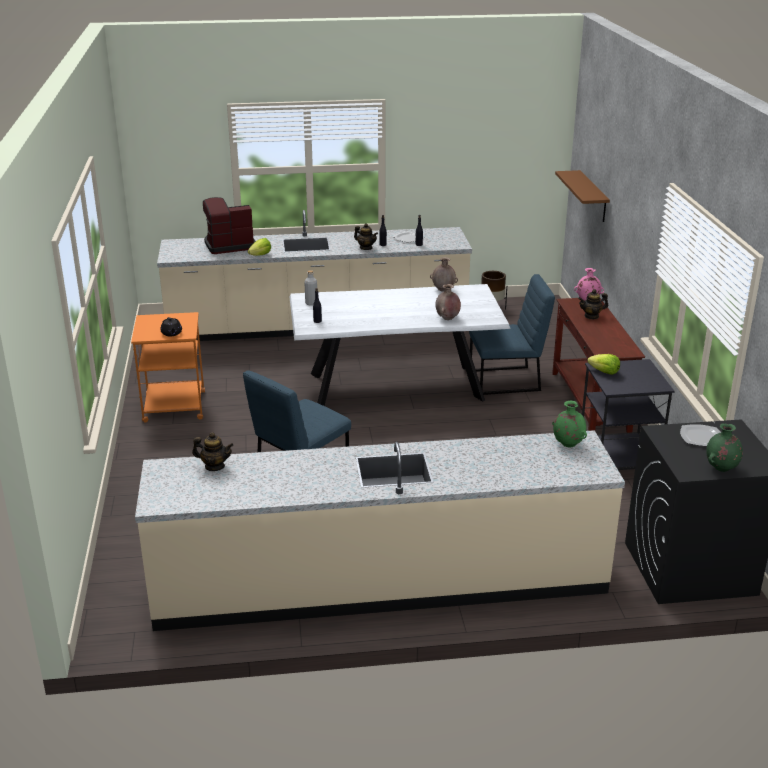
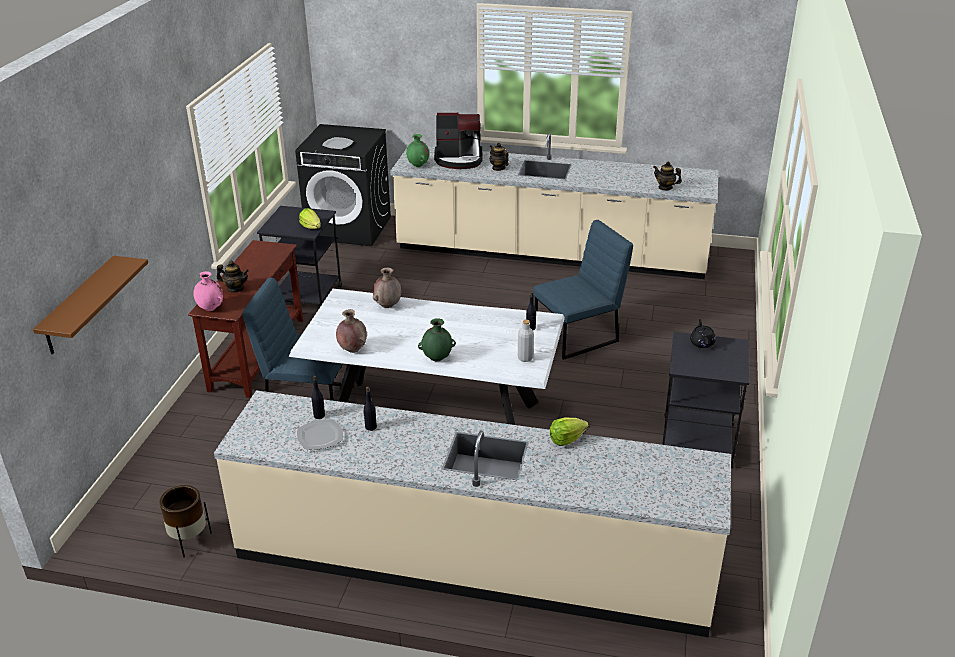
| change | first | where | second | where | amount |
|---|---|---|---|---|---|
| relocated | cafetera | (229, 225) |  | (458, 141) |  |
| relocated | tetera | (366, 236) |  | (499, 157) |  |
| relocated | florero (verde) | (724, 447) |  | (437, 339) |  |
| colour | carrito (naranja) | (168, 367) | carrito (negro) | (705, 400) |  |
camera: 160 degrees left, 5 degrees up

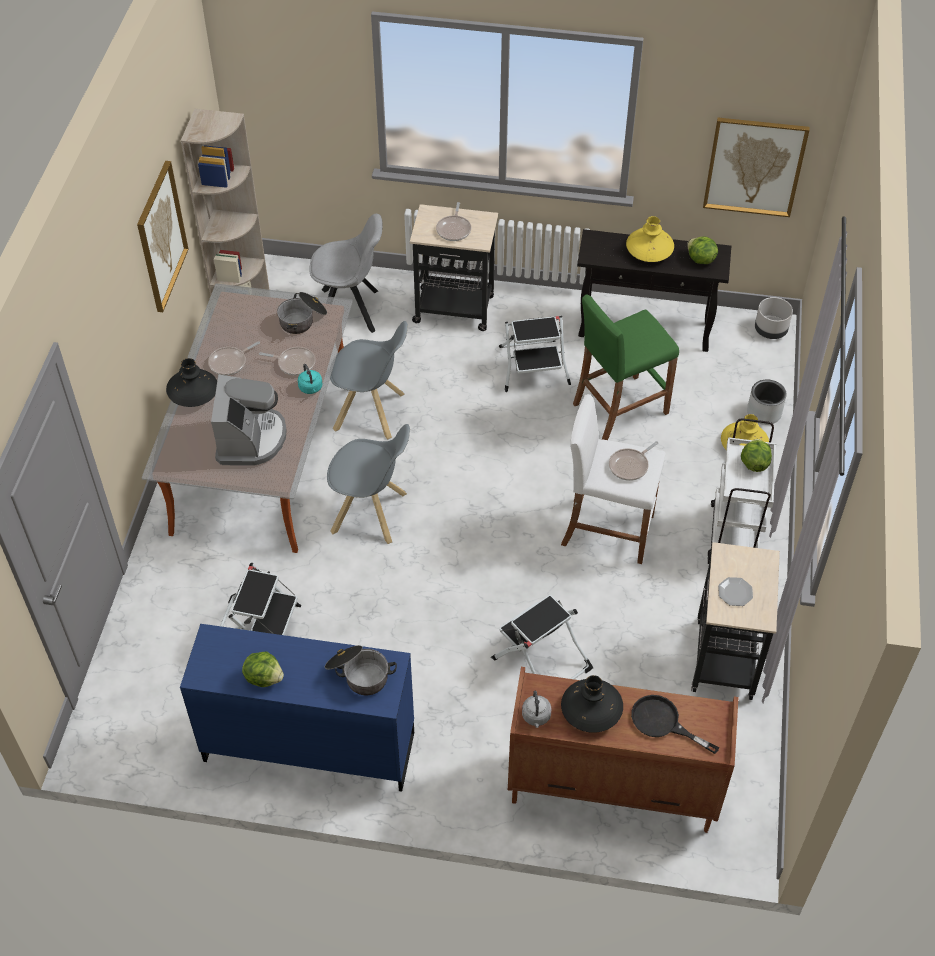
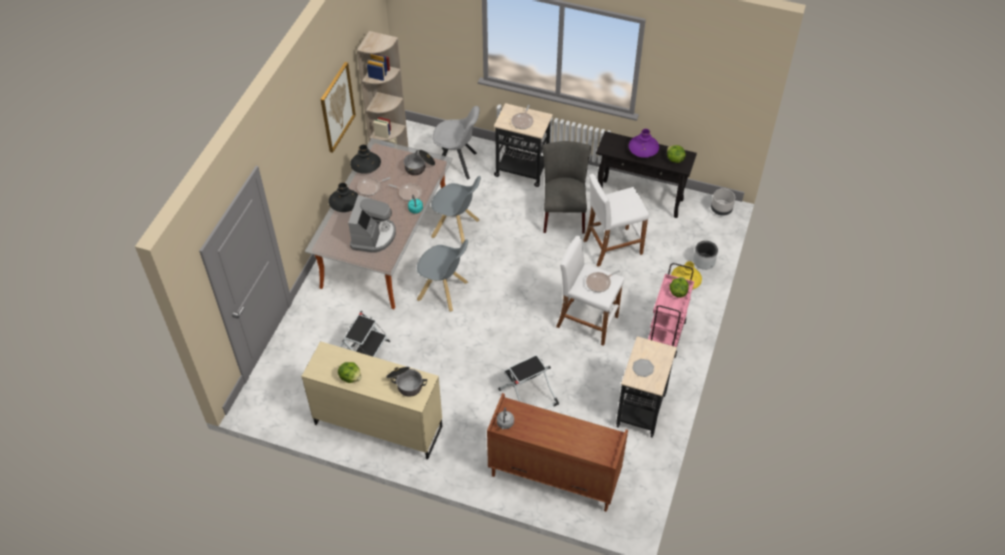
| change | first | where | second | where | amount |
|---|---|---|---|---|---|
| missing | sartén (negro) | (675, 724) |  |  |  |
| missing | cuadro | (756, 167) |  |  |  |
| relocated | florero (negro) | (592, 704) |  | (365, 159) |  |
| exchanged | escalera de tijera | (535, 354) | silla (gris) | (566, 187) |  |
| colour | cómoda (azul) | (297, 708) | cómoda (beis) | (371, 400) |  |
| colour | taburete (verde) | (626, 367) | taburete (blanco) | (616, 220) |  |
| colour | florero (amarillo) | (650, 239) | florero (morado) | (644, 143) |  |
| colour | carrito (blanco) | (741, 491) | carrito (rosa) | (671, 310) |  |
camera: 10 degrees right, 0 degrees up

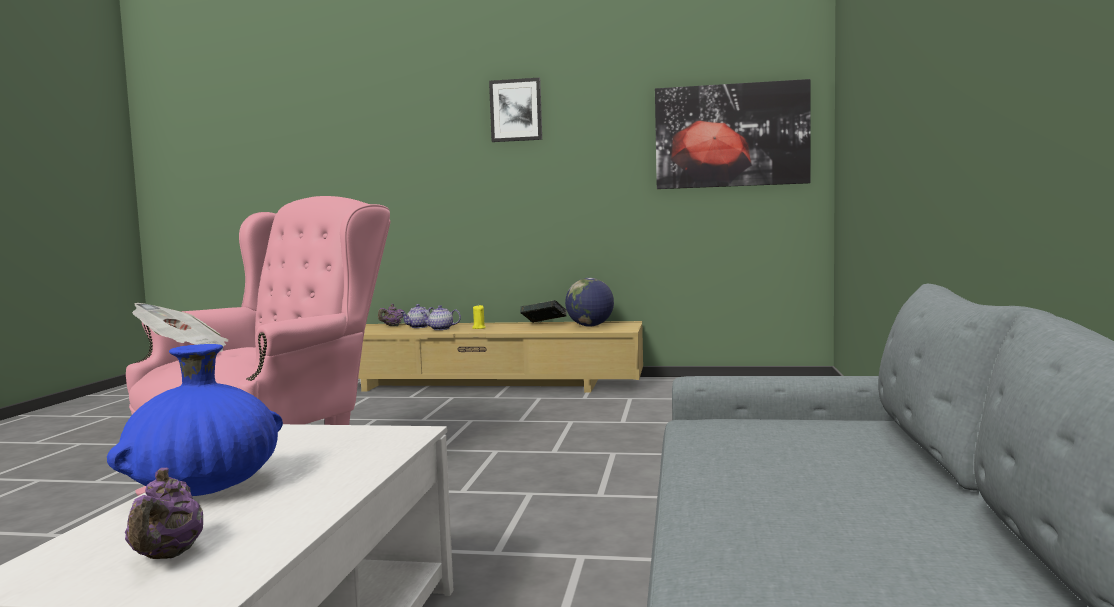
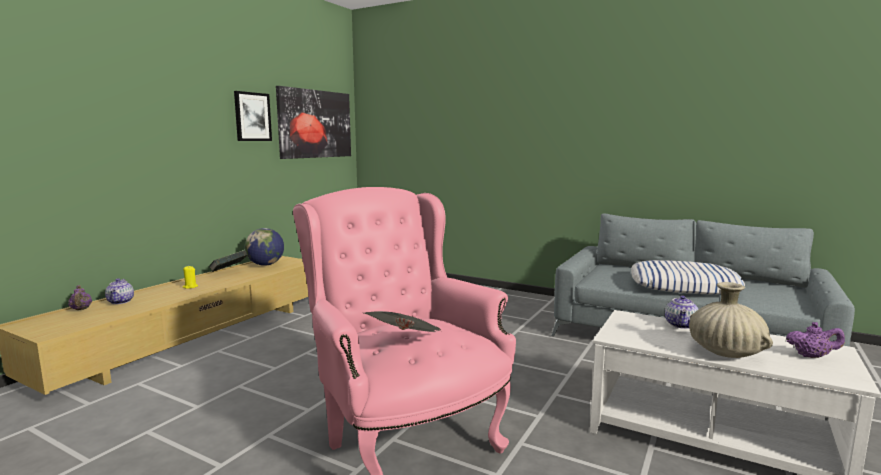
| change | first | where | second | where | amount |
|---|---|---|---|---|---|
| appeared |  |  | cojín | (688, 277) |  |
| relocated | tetera | (440, 317) |  | (682, 312) |  |
| relocated | cuadro | (515, 109) |  | (253, 116) |  |
| colour | florero (azul) | (195, 420) | florero (beis) | (731, 320) |  |
camera: 70 degrees left, 5 degrees up

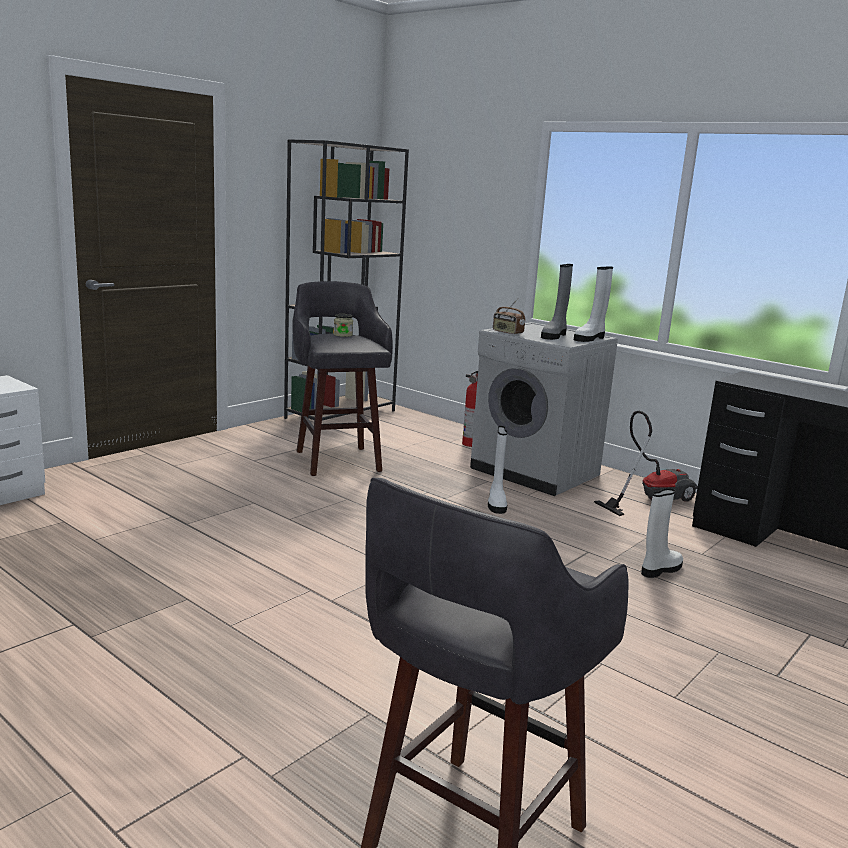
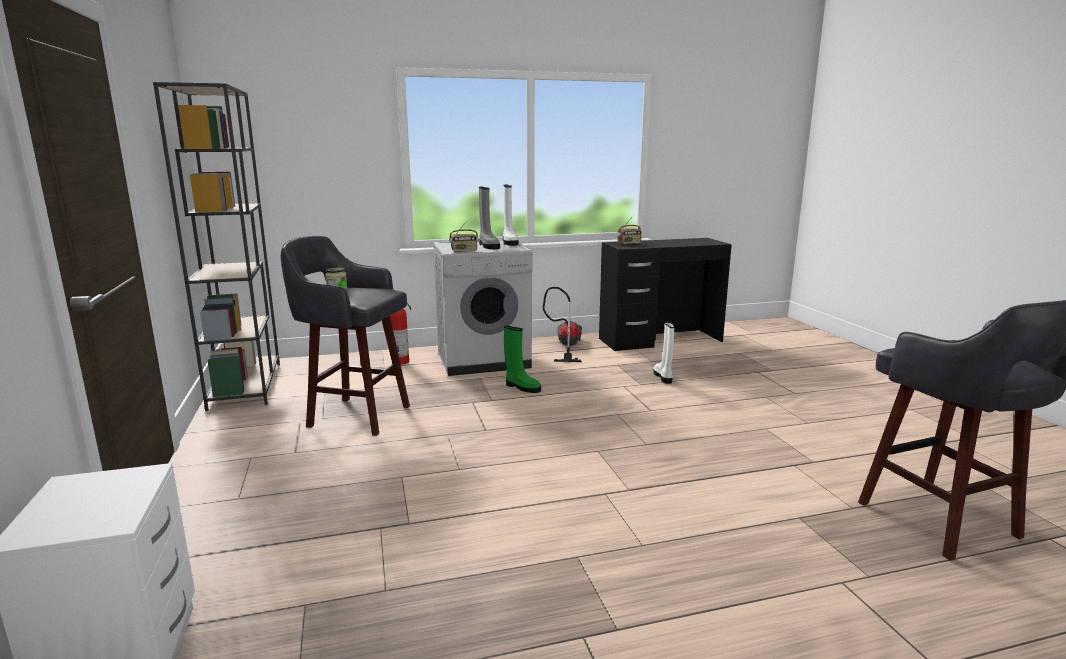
| change | first | where | second | where | amount |
|---|---|---|---|---|---|
| appeared |  |  | radio | (629, 230) |  |
| colour | bota (blanco) | (497, 470) | bota (verde) | (522, 359) |  |
camera: 55 degrees left, 0 degrees up

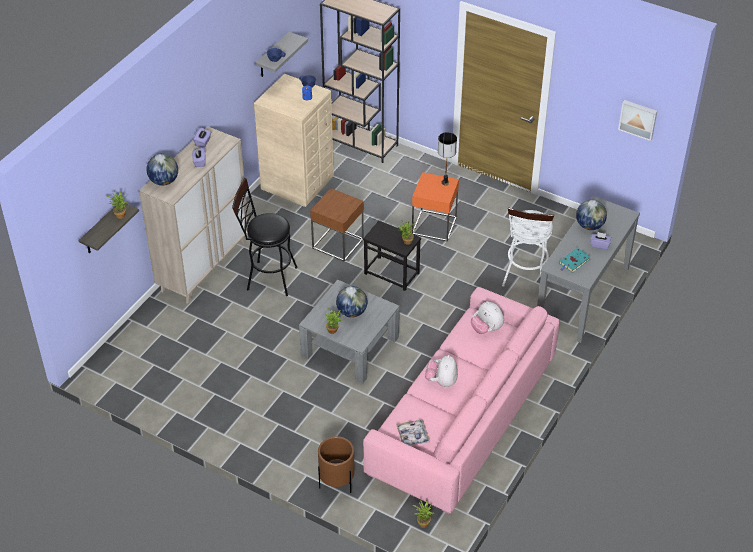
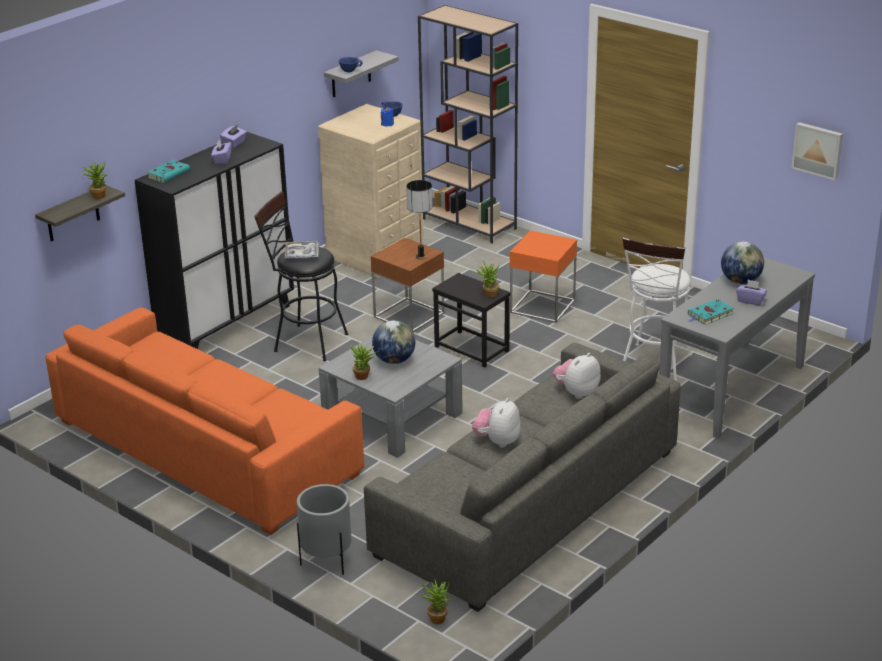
| change | first | where | second | where | amount |
|---|---|---|---|---|---|
| appeared |  |  | sofá (naranja) | (205, 421) |  |
| relocated | bandeja | (413, 432) |  | (302, 249) |  |
| relocated | lámpara de mesa | (447, 159) |  | (419, 220) |  |
| exchanged | globo terráqueo | (162, 170) | libro (turquesa) | (168, 171) |  |
| colour | armario (beis) | (194, 215) | armario (negro) | (214, 240) |  |
| colour | maceta (marrón) | (336, 464) | maceta (gris) | (324, 529) |  |
| colour | sofá (rosa) | (461, 400) | sofá (gris) | (522, 477) |  |
| spun | peluche | (487, 317) |  | (577, 376) | 75 degrees clockwise |
camera: 10 degrees right, 15 degrees down

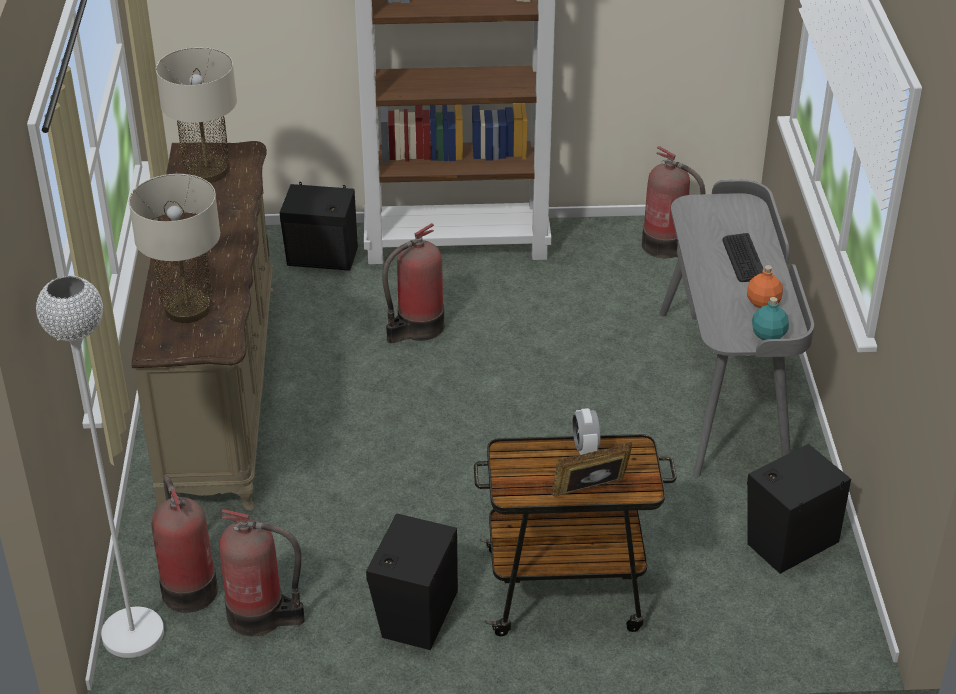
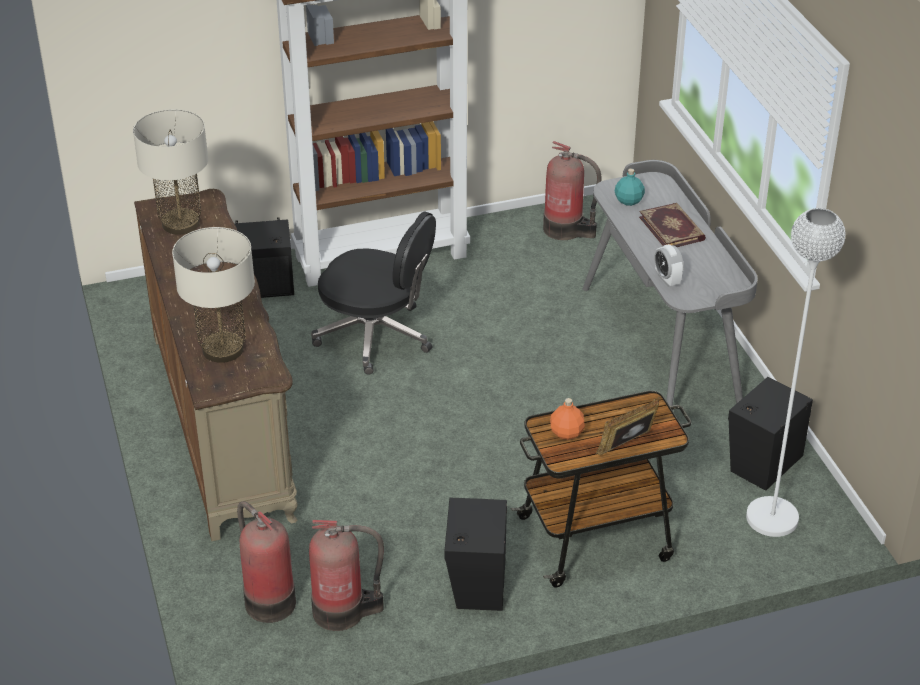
| change | first | where | second | where | amount |
|---|---|---|---|---|---|
| relocated | lámpara de pie (blanco) | (100, 466) |  | (796, 372) |  |
| relocated | despertador | (586, 431) |  | (669, 265) |  |
| relocated | botella (naranja) | (765, 286) |  | (567, 419) |  |
| relocated | botella (turquesa) | (770, 318) |  | (630, 187) |  |
| exchanged | extintor | (413, 283) | silla de oficina (negro) | (373, 293) |  |
| exchanged | teclado | (743, 257) | libro | (672, 225) |  |
camera: 15 degrees left, 0 degrees up

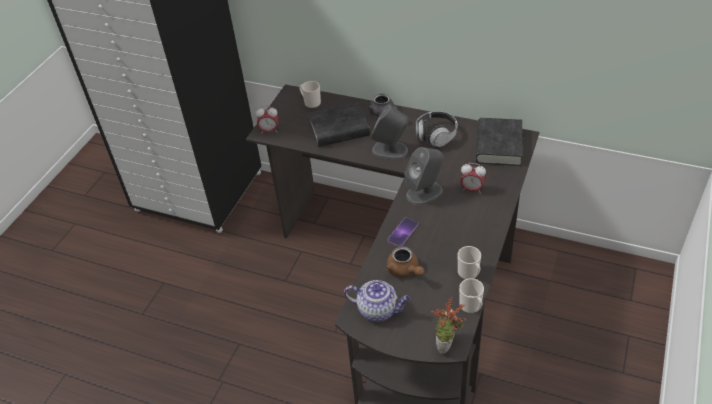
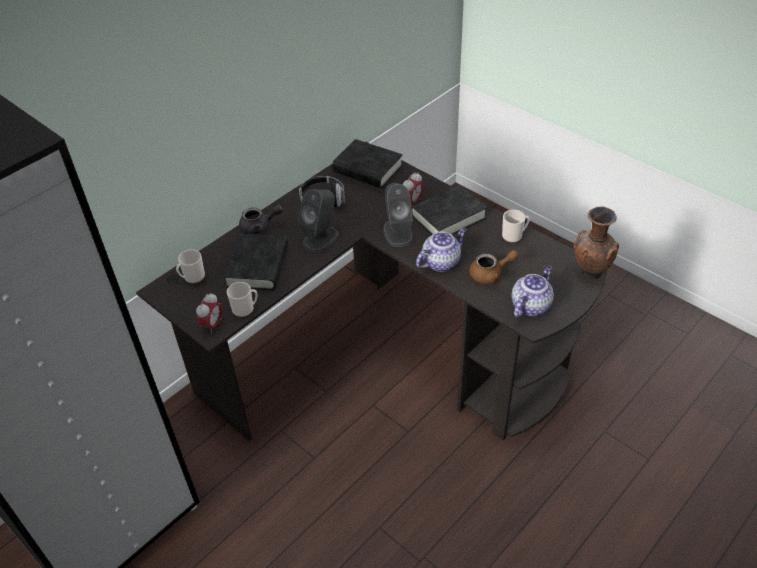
| change | first | where | second | where | amount |
|---|---|---|---|---|---|
| appeared |  |  | libro (negro) | (449, 209) |  |
| relocated | taza grande | (471, 295) |  | (242, 299) |  |
| exchanged | móvil | (403, 232) | tetera | (441, 250) |  |
| exchanged | planta en maceta | (448, 325) | florero (marrón) | (596, 242) |  |
camera: 70 degrees left, 0 degrees up

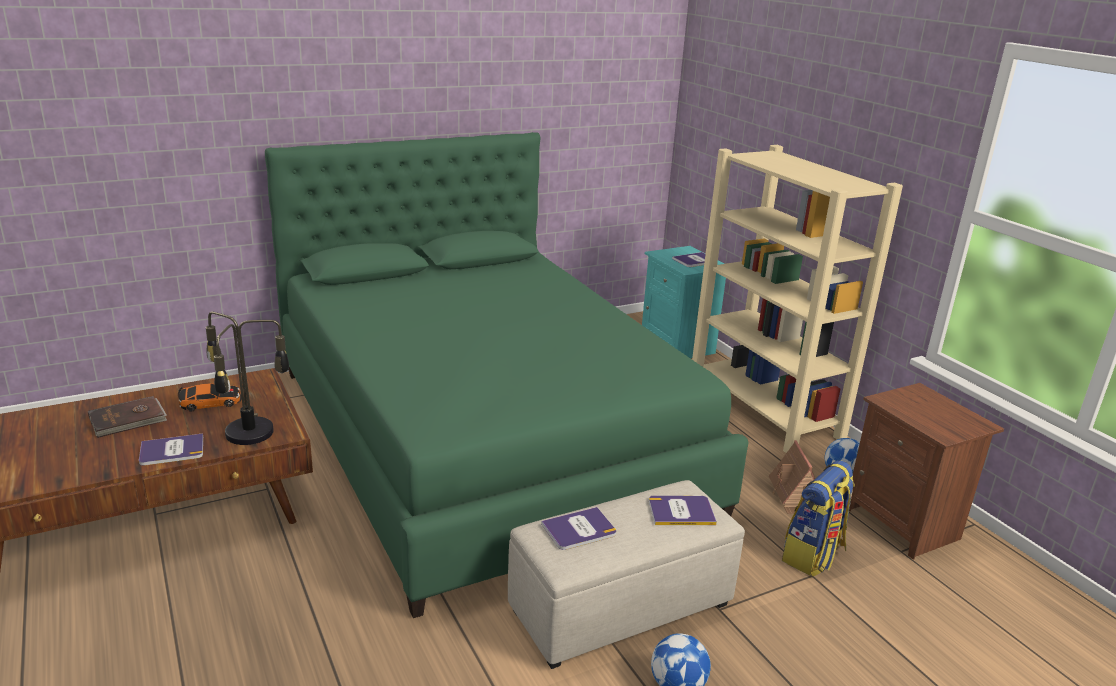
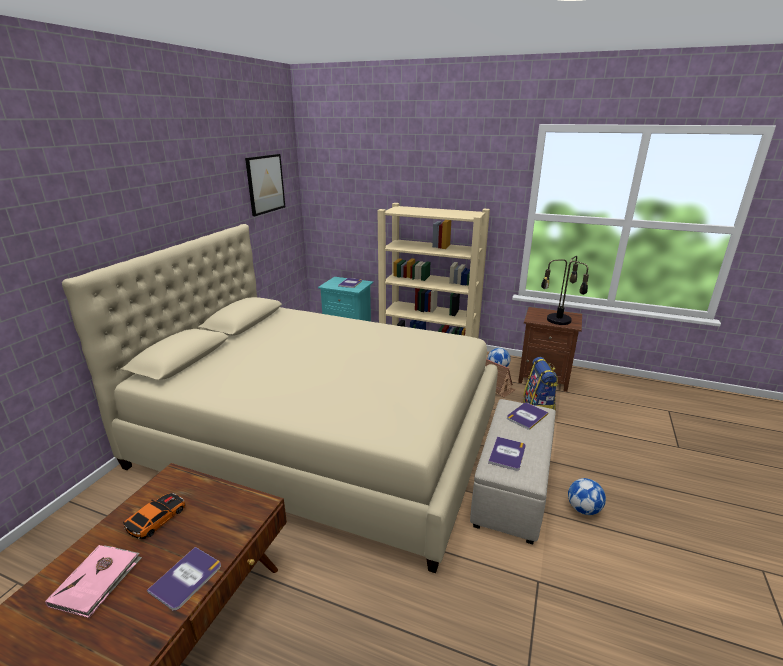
| change | first | where | second | where | amount |
|---|---|---|---|---|---|
| appeared |  |  | cuadro | (265, 185) |  |
| relocated | lámpara de mesa | (247, 378) |  | (565, 290) |  |
| colour | libro (marrón) | (127, 417) | libro (rosa) | (93, 581) |  |
| colour | cama (verde) | (507, 375) | cama (beis) | (280, 398) |  |
camera: 40 degrees left, 0 degrees up

